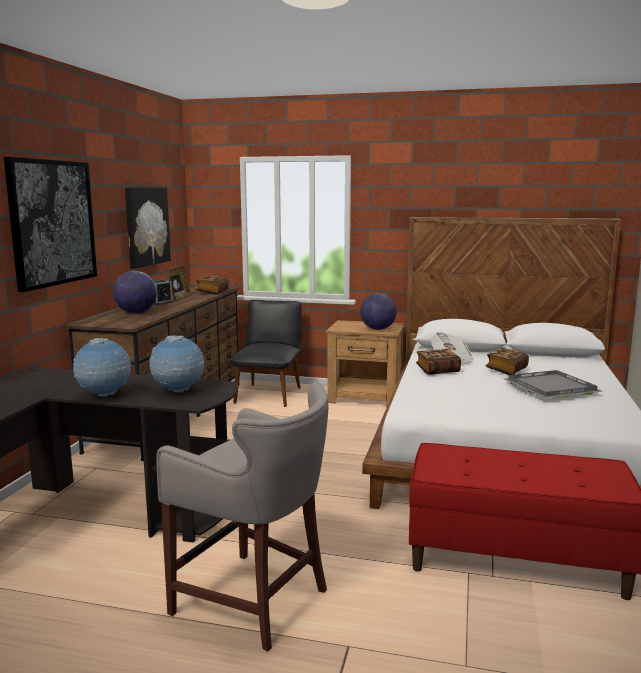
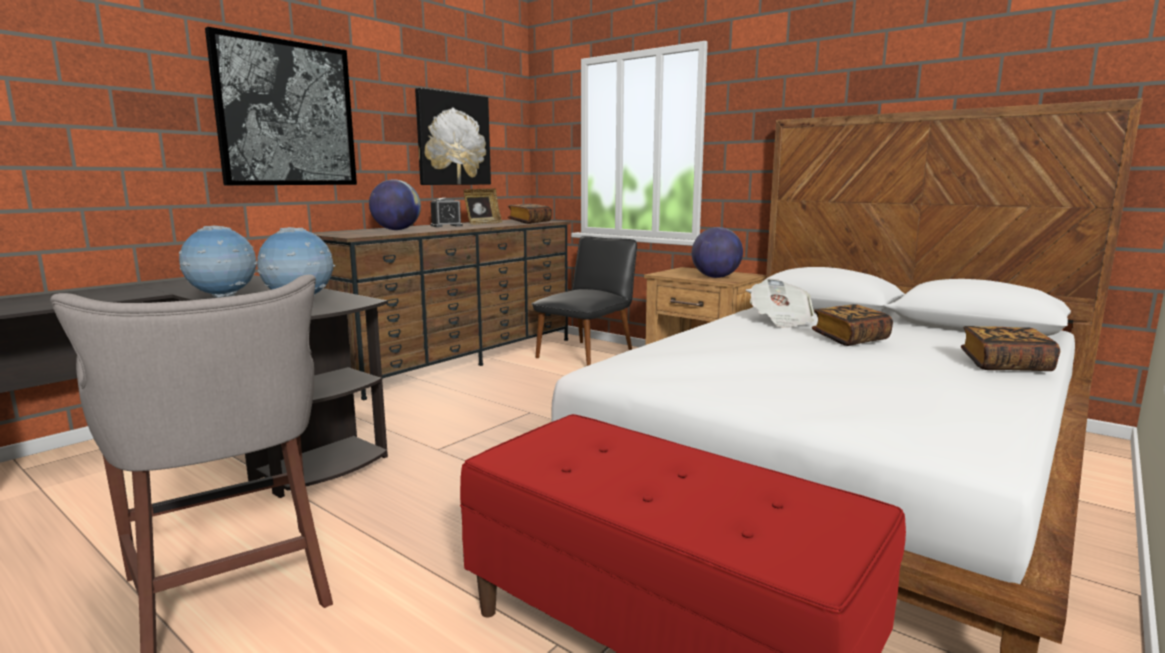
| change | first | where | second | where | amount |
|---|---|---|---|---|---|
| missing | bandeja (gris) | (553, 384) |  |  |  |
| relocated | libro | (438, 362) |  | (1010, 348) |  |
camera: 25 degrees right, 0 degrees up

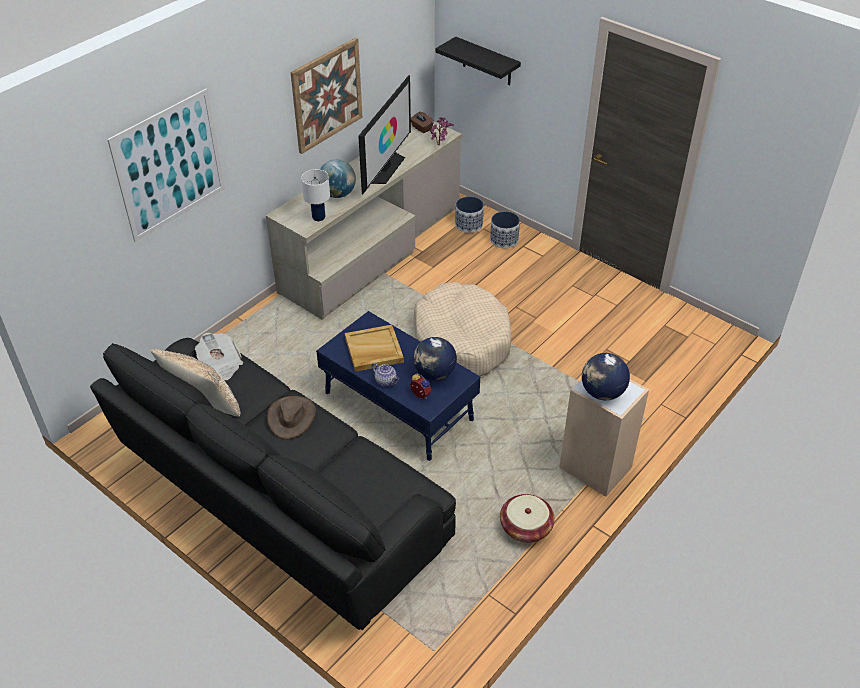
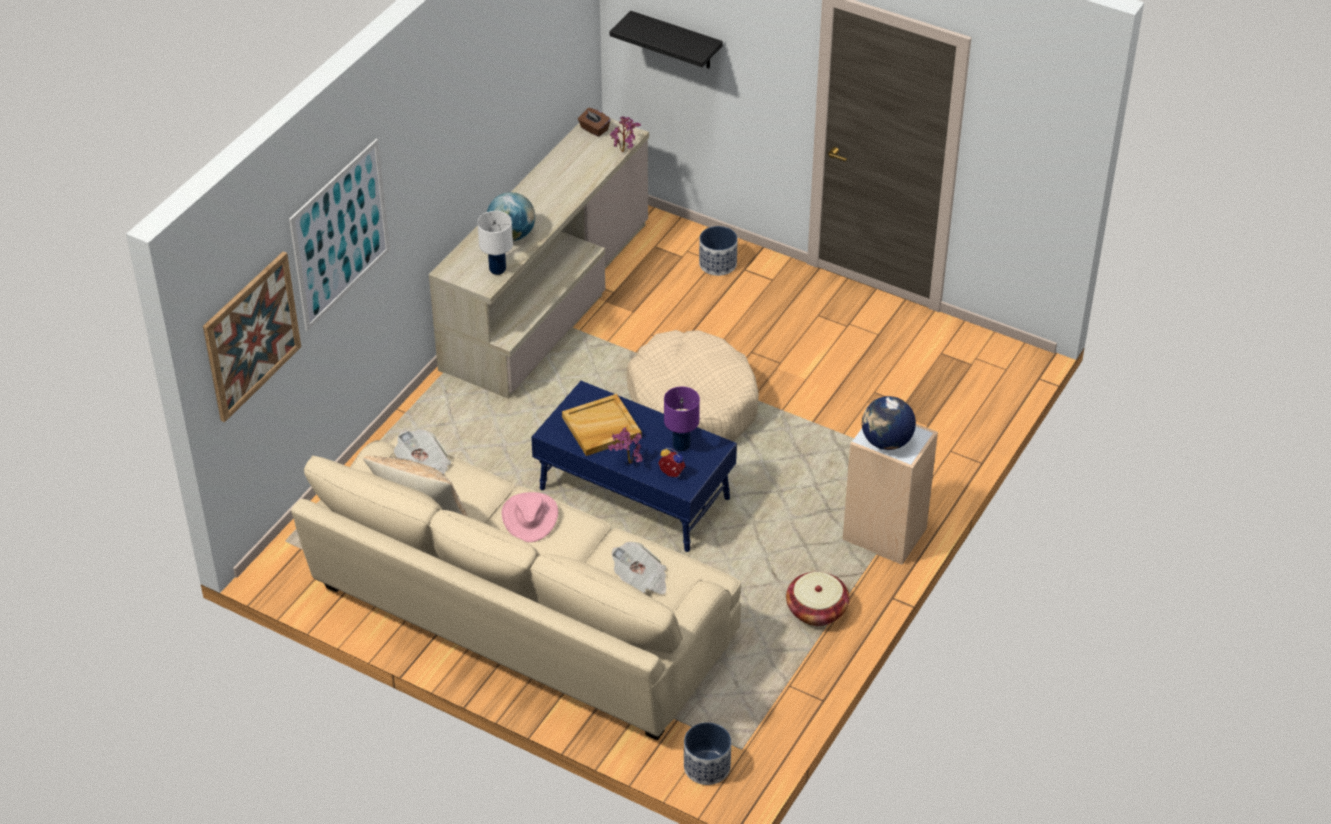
| change | first | where | second | where | amount |
|---|---|---|---|---|---|
| missing | televisor | (384, 134) |  |  |  |
| appeared |  |  | periódico | (638, 568) |  |
| relocated | cuadro | (326, 95) |  | (252, 336) |  |
| relocated | maceta | (469, 214) |  | (707, 753) |  |
| exchanged | tetera | (385, 375) | planta en maceta | (625, 445) |  |
| exchanged | globo terráqueo | (435, 358) | lámpara de mesa (morado) | (682, 419) |  |
| colour | sofá (negro) | (273, 484) | sofá (beis) | (516, 588) |  |
| colour | sombrero (marrón) | (291, 417) | sombrero (rosa) | (530, 517) |  |
camera: 10 degrees left, 0 degrees up

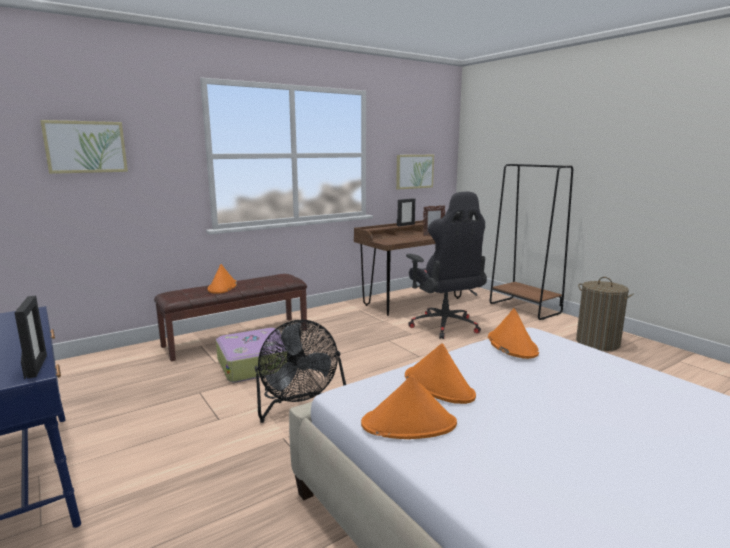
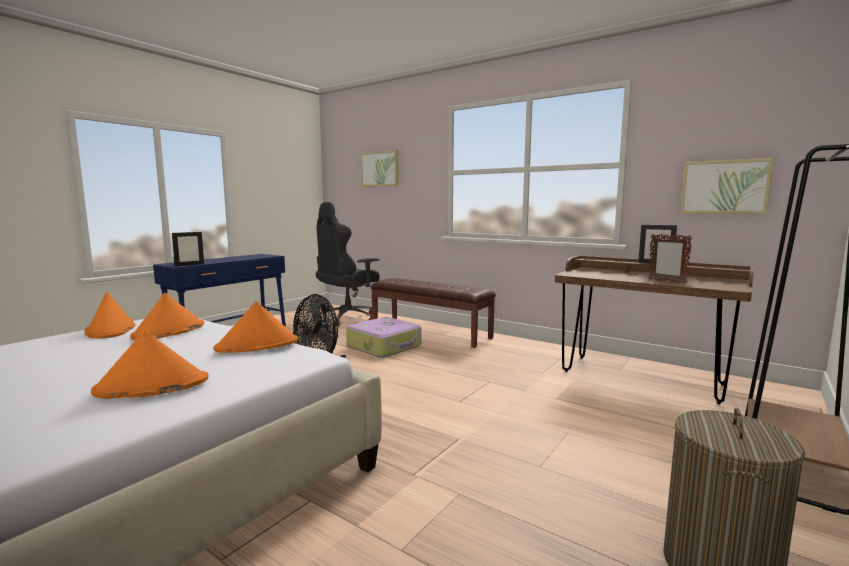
| change | first | where | second | where | amount |
|---|---|---|---|---|---|
| relocated | sombrero (naranja) | (222, 279) |  | (150, 365) |  |
| relocated | silla de oficina (negro) | (446, 265) |  | (348, 264) |  |
camera: 70 degrees right, 5 degrees down

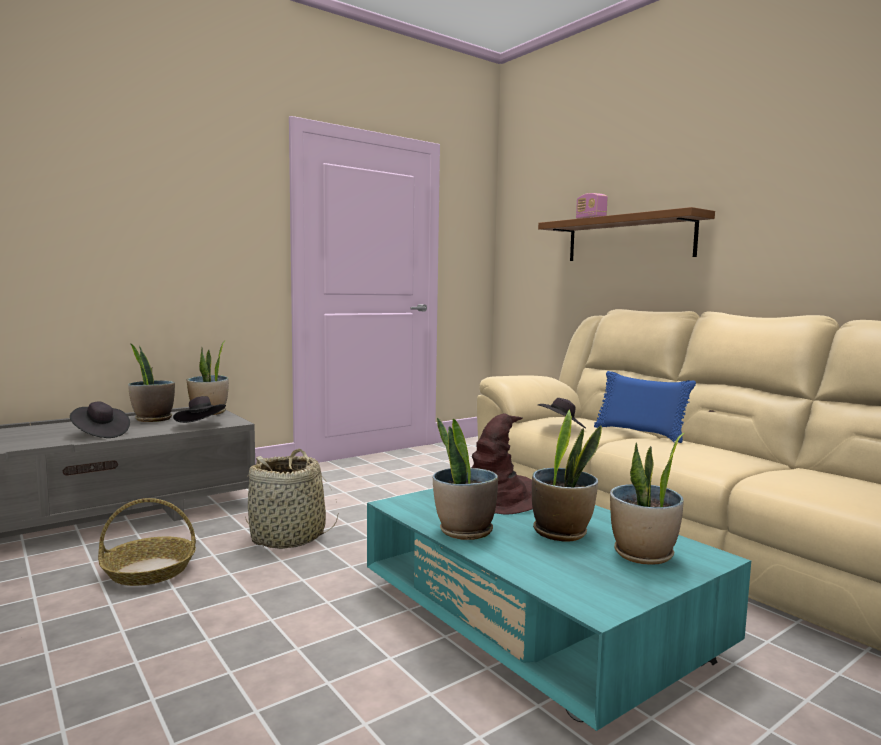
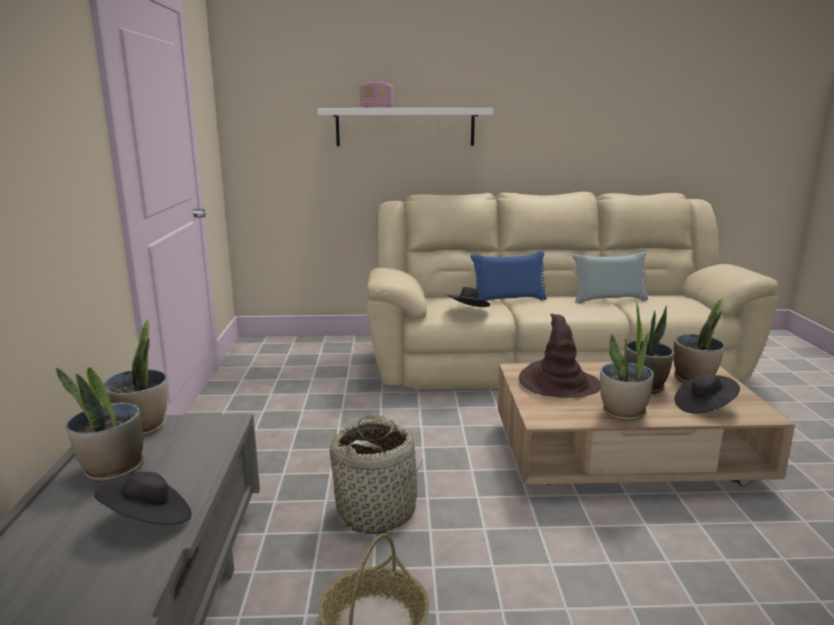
| change | first | where | second | where | amount |
|---|---|---|---|---|---|
| appeared |  |  | cojín (azul) | (610, 278) |  |
| relocated | sombrero (negro) | (199, 409) |  | (707, 393) |  |
| colour | mesa de centro (turquesa) | (559, 609) | mesa de centro (marrón) | (646, 423) |  |
| colour | estante (marrón) | (626, 234) | estante (blanco) | (405, 127) |  |
camera: 55 degrees left, 10 degrees up

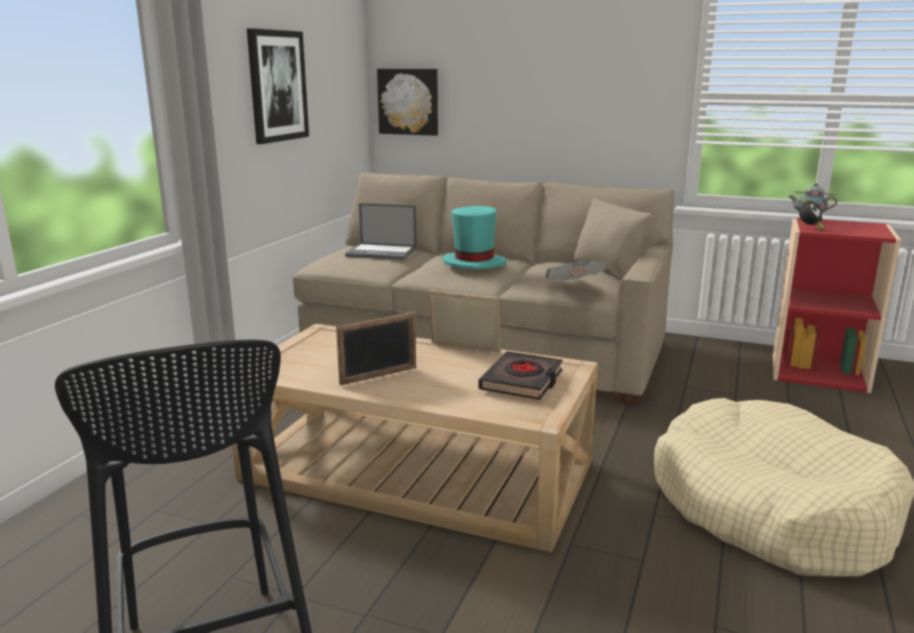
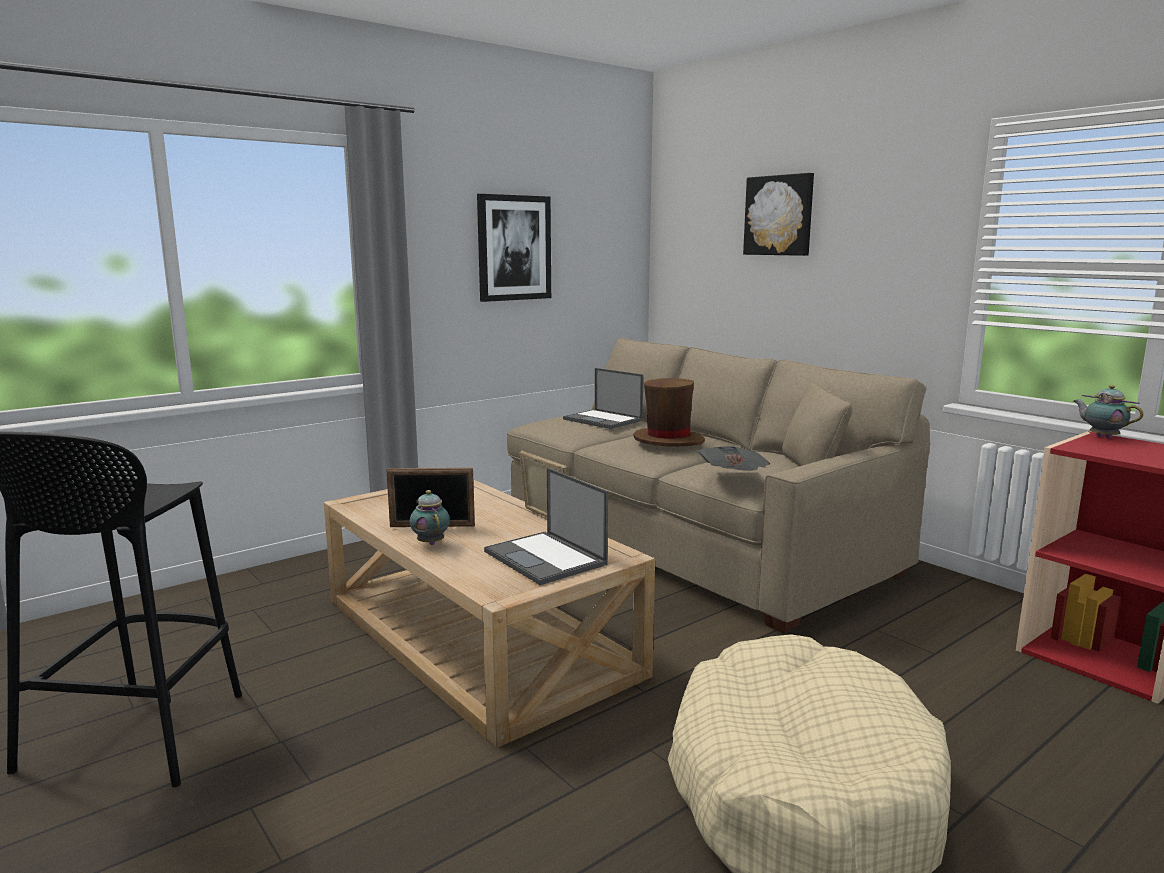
| change | first | where | second | where | amount |
|---|---|---|---|---|---|
| missing | despertador | (812, 215) |  |  |  |
| appeared |  |  | tetera | (430, 517) |  |
| relocated | cuadro | (407, 102) |  | (778, 214) |  |
| exchanged | libro (negro) | (520, 375) | portátil | (546, 526) |  |
| colour | sombrero (turquesa) | (475, 237) | sombrero (marrón) | (669, 412) |  |
camera: 30 degrees right, 5 degrees down

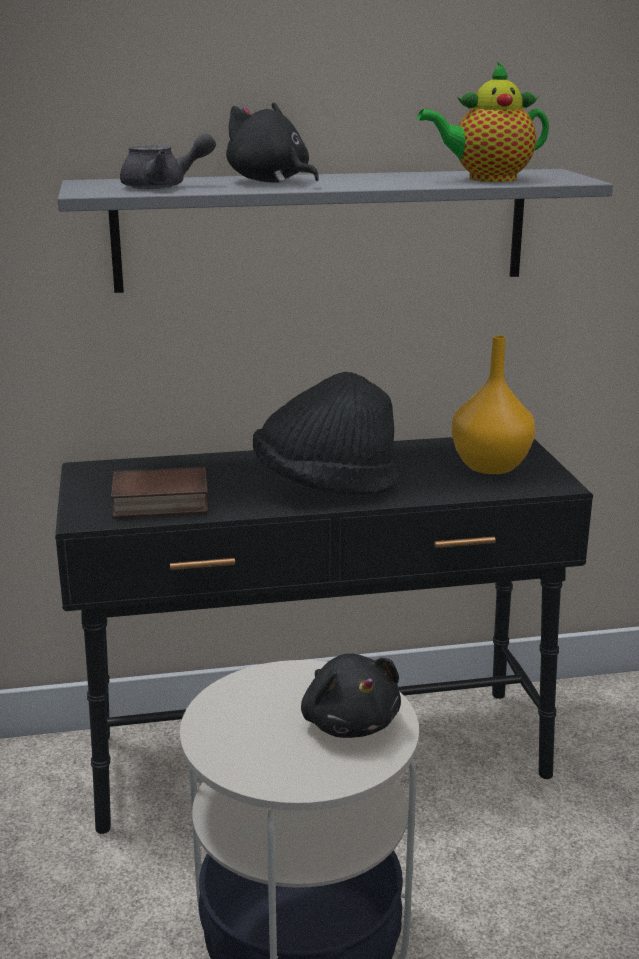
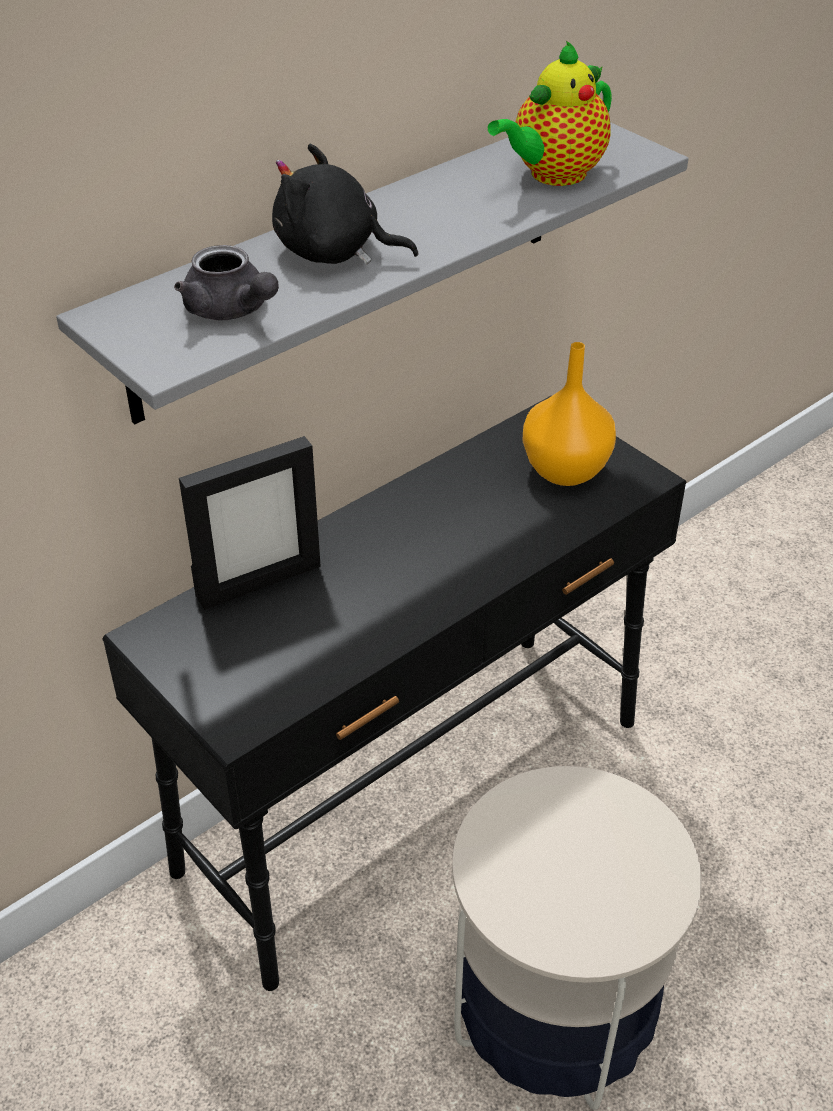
| change | first | where | second | where | amount |
|---|---|---|---|---|---|
| missing | libro | (159, 492) |  |  |  |
| missing | sombrero (negro) | (326, 433) |  |  |  |
| missing | peluche (negro) | (351, 696) |  |  |  |
| appeared |  |  | portarretratos | (250, 523) |  |
| spun | tetera (gris) | (168, 161) |  | (226, 282) | 90 degrees clockwise |
camera: 30 degrees left, 20 degrees up

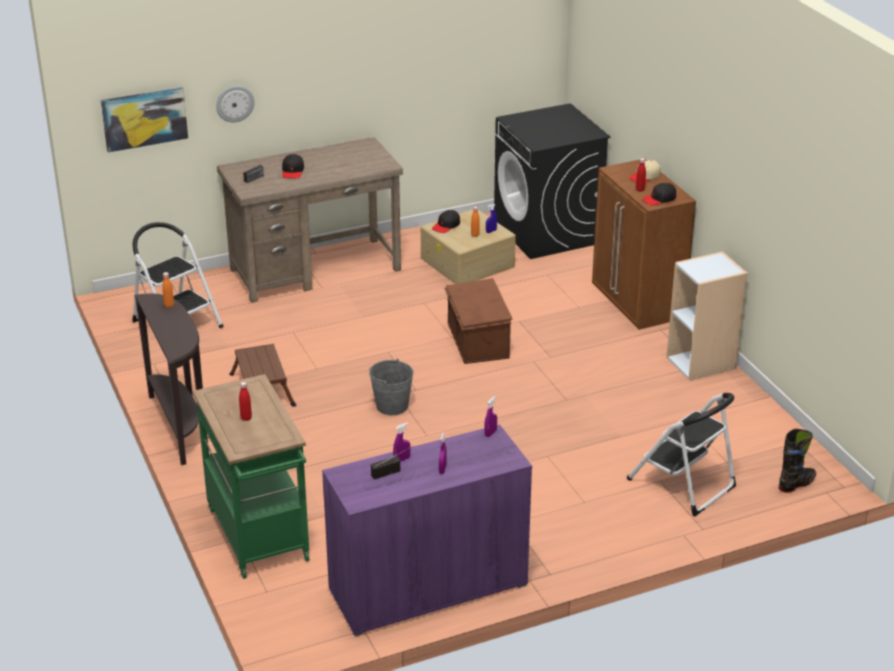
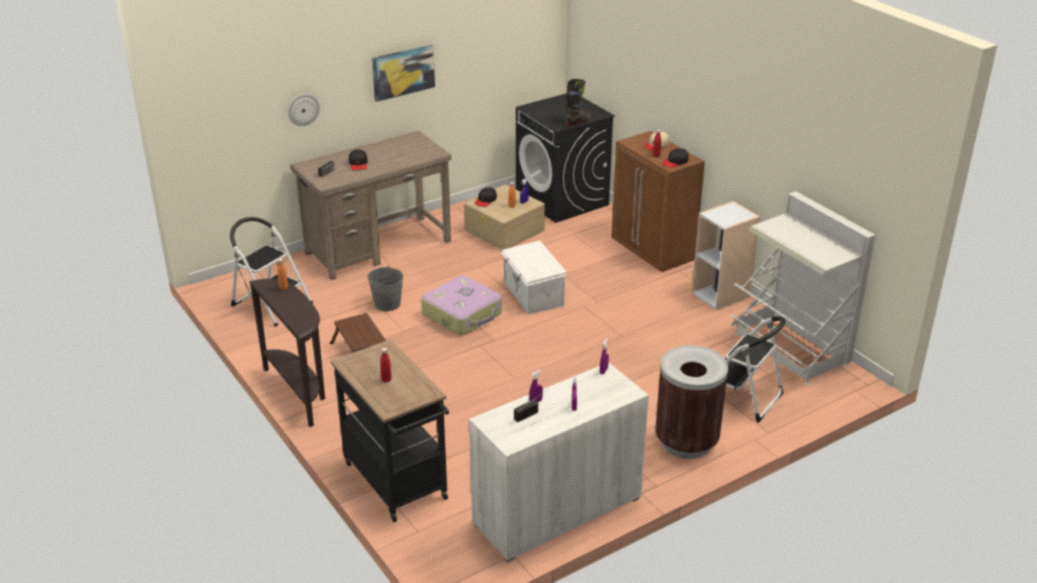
| change | first | where | second | where | amount |
|---|---|---|---|---|---|
| appeared |  |  | maleta | (461, 306) |  |
| appeared |  |  | papelera (marrón) | (691, 402) |  |
| appeared |  |  | zapatero (blanco) | (802, 288) |  |
| relocated | cuadro | (144, 120) |  | (403, 73) |  |
| relocated | cubo (gris) | (391, 387) |  | (385, 288) |  |
| relocated | bota (negro) | (797, 461) |  | (578, 102) |  |
| colour | carrito (verde) | (251, 476) | carrito (negro) | (390, 430) |  |
| colour | armario (morado) | (427, 530) | armario (blanco) | (559, 462) |  |
| colour | caja de almacenaje (marrón) | (478, 321) | caja de almacenaje (blanco) | (533, 277) |  |
camera: 10 degrees left, 0 degrees up

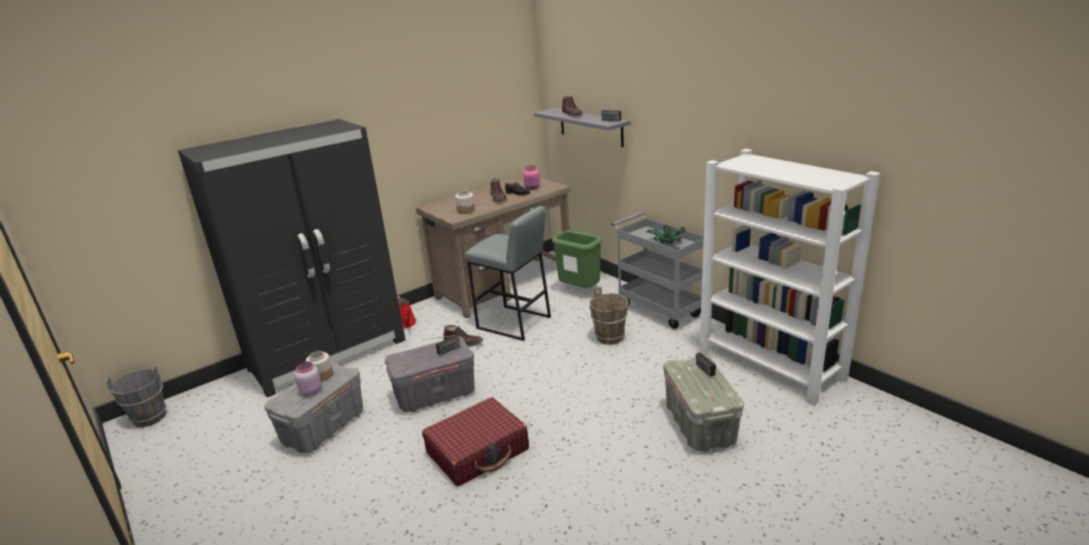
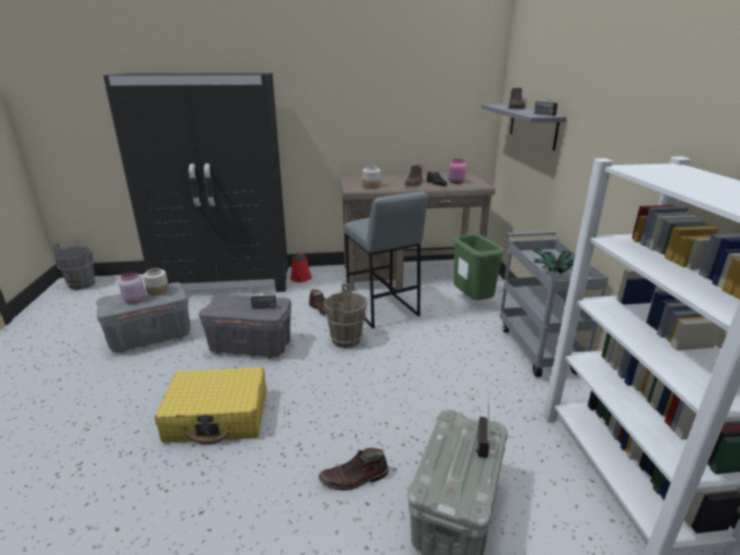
| change | first | where | second | where | amount |
|---|---|---|---|---|---|
| appeared |  |  | bota (marrón) | (354, 469) |  |
| relocated | cubo (marrón) | (609, 316) |  | (345, 315) |  |
| colour | maleta (rojo) | (475, 441) | maleta (amarillo) | (211, 406) |  |
camera: 30 degrees right, 0 degrees up

